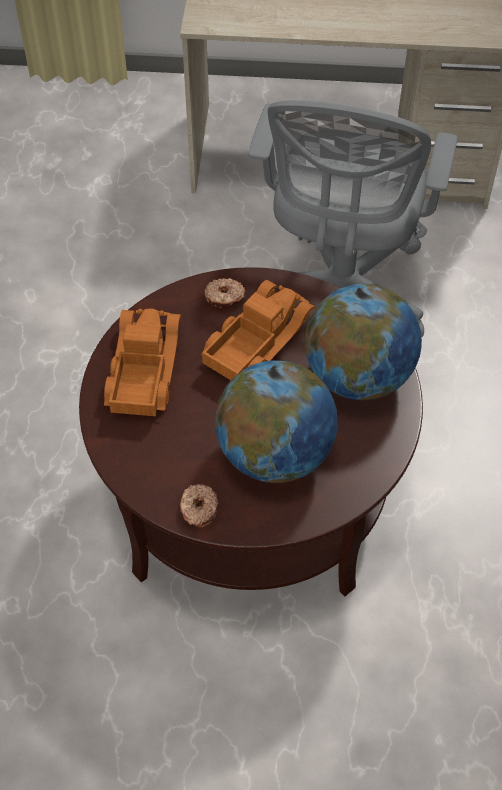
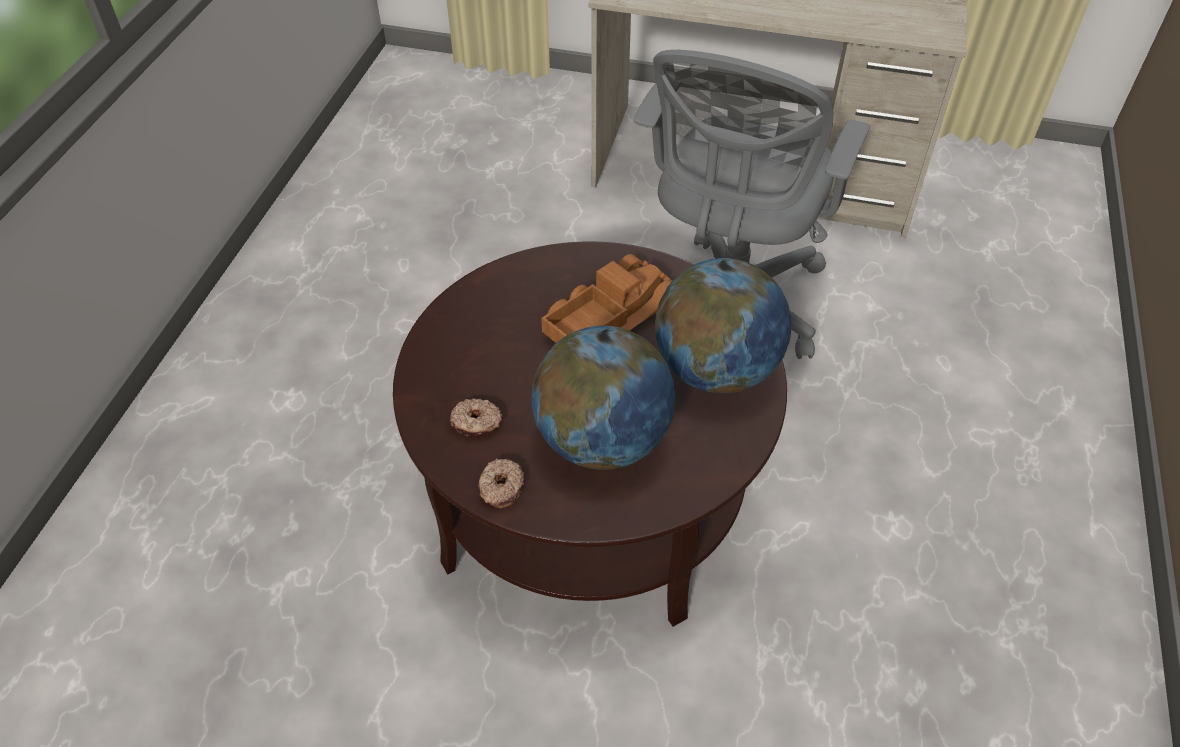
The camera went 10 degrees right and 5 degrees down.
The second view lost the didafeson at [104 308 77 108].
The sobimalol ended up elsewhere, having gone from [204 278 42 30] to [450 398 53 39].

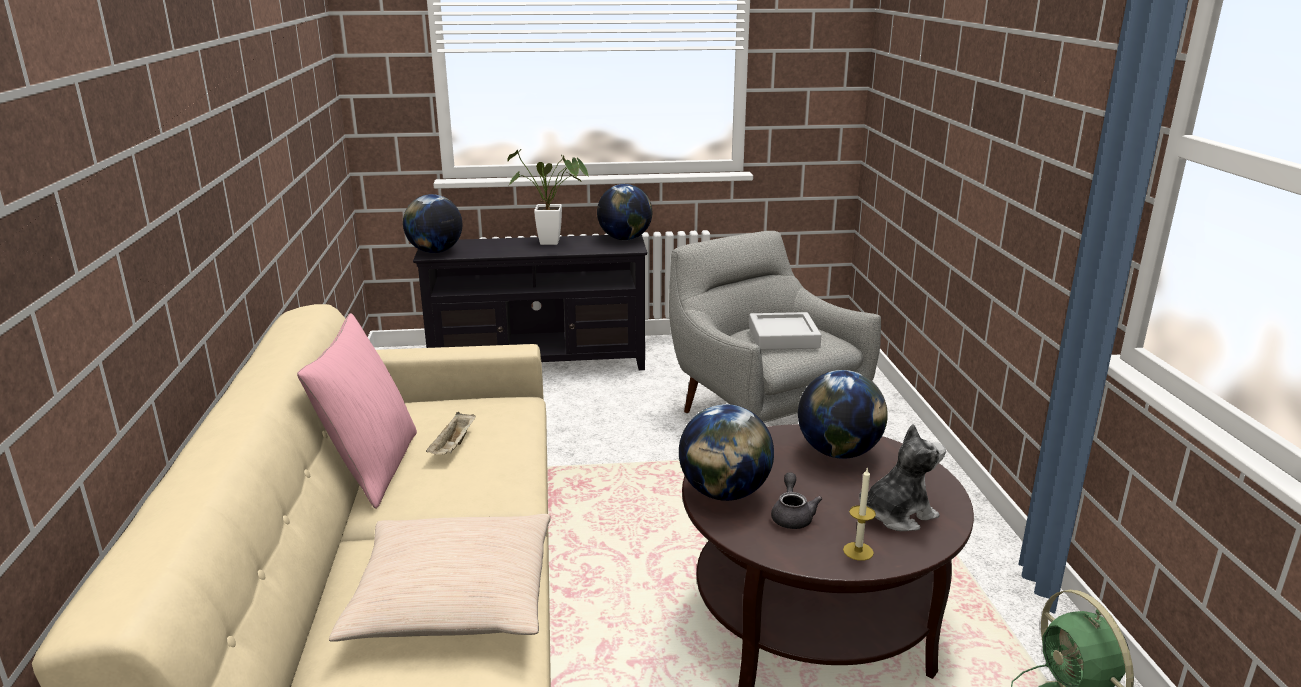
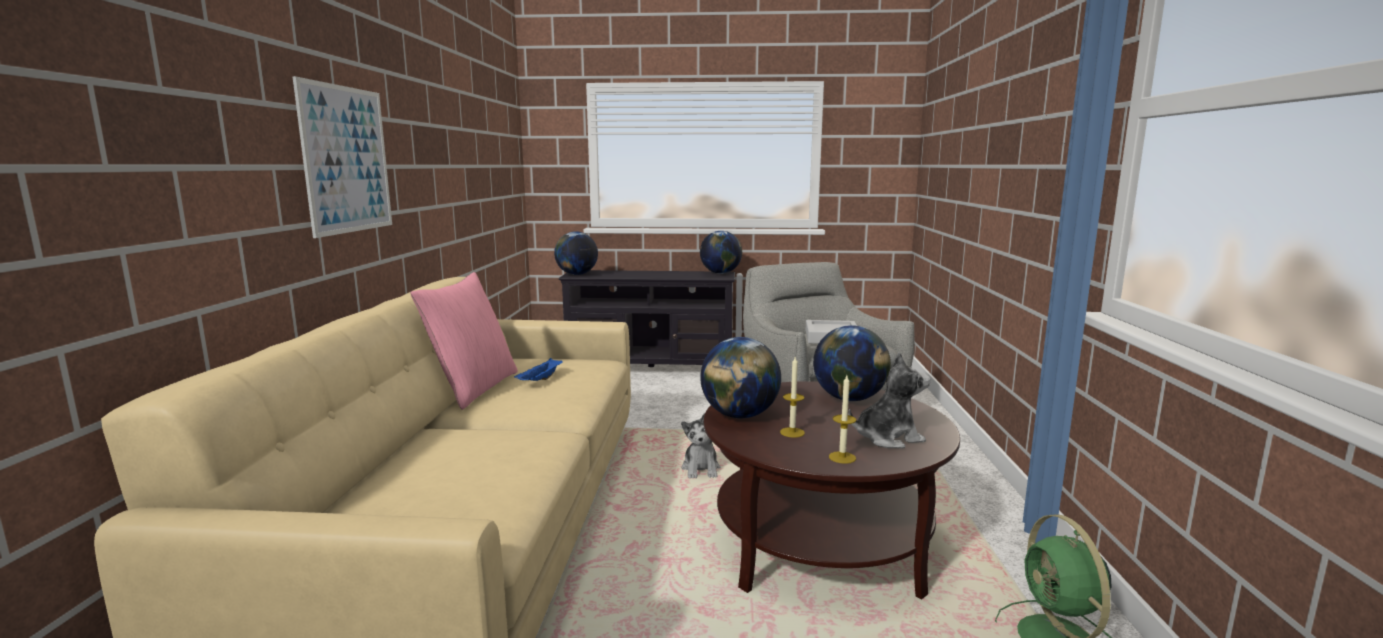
The camera went 10 degrees right and 10 degrees down.
The second view lost the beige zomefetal at [329 514 222 128].
The second view lost the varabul at [507 149 82 96].
The second view gained the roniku at [292 76 100 162].
The second view gained the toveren at [681 413 39 65].
Where the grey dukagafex stood at [771 472 52 57], the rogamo came to stand at [780 357 25 81].
What was the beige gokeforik at [426 412 50 43] turned into the blue gokeforik at [514 358 49 23].

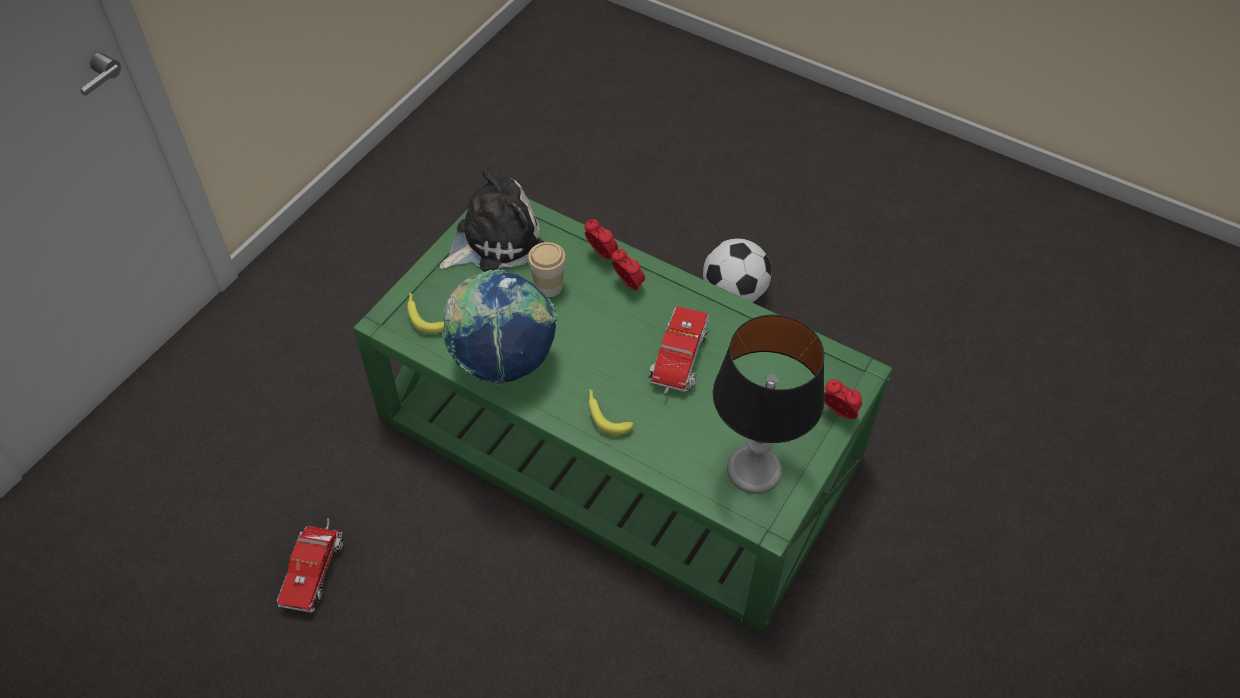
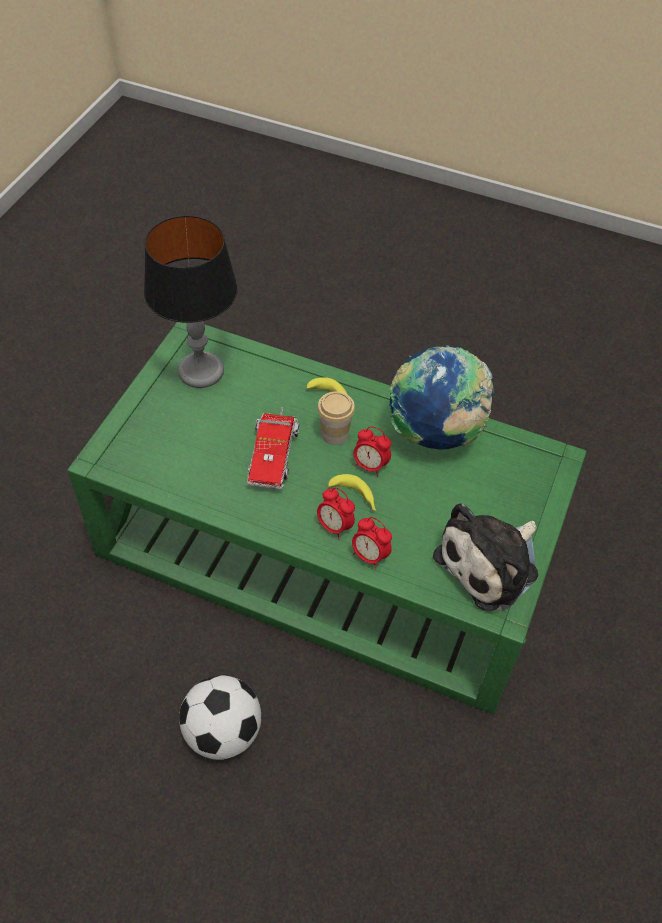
The camera went 170 degrees right and 0 degrees up.
The second view lost the didafeson at [277 518 66 95].
The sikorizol ended up elsewhere, having gone from [407 293 37 41] to [328 474 48 37].
The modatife ended up elsewhere, having gone from [528 242 38 55] to [317 391 38 54].
The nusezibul ended up elsewhere, having gone from [824 379 38 40] to [353 426 38 51].

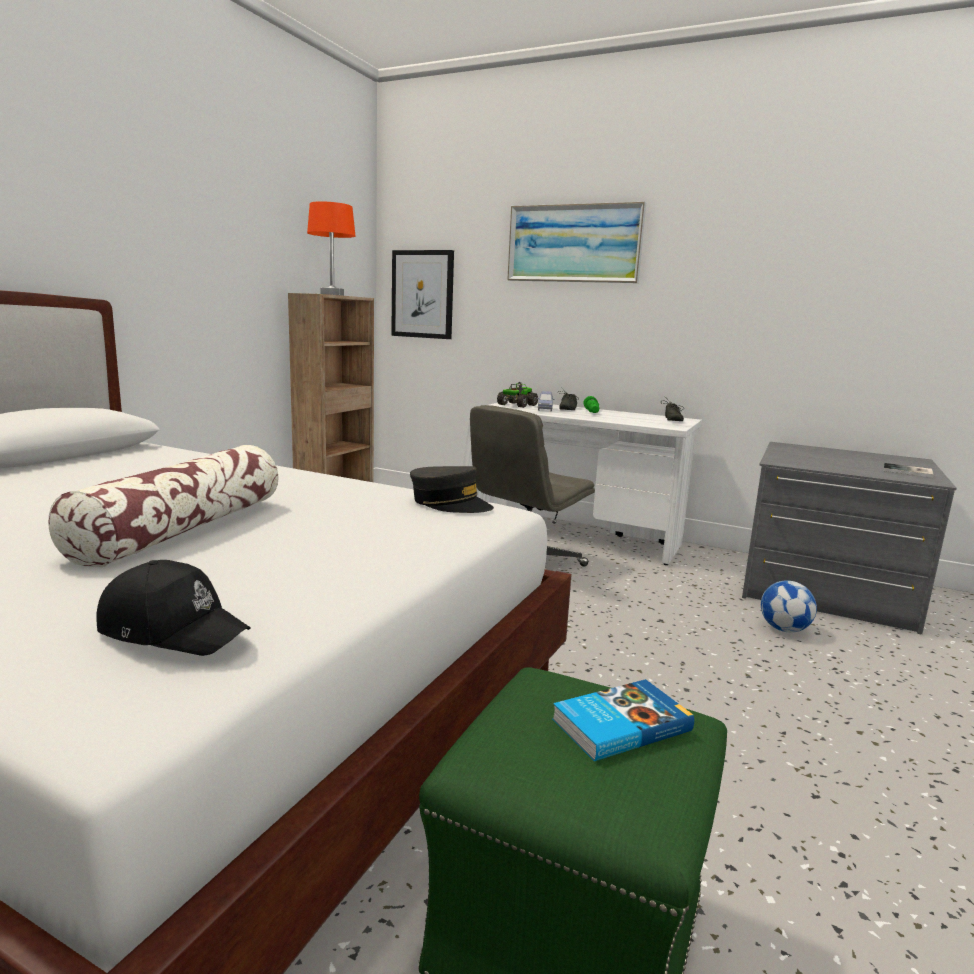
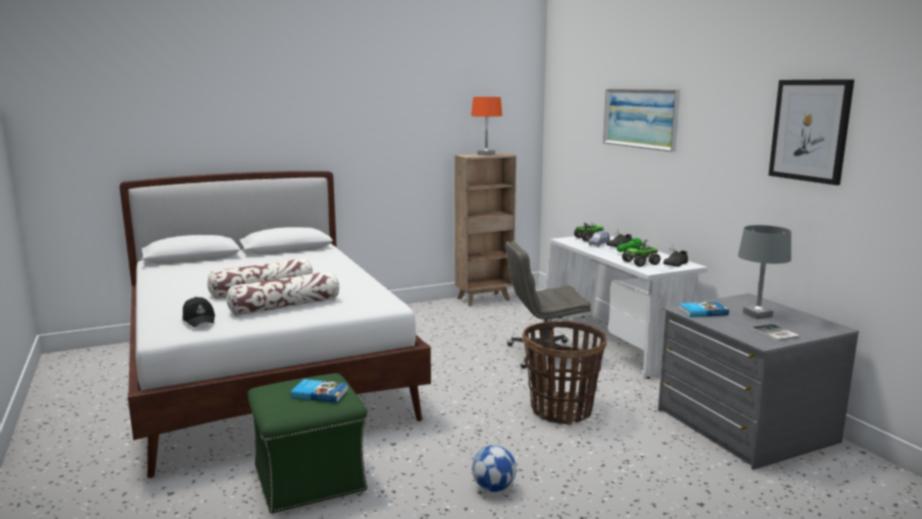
The camera went 40 degrees right and 0 degrees up.
The second view lost the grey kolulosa at [410 466 84 47].
The second view gained the zomefetal at [226 271 113 45].
The second view gained the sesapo at [522 321 84 104].
The second view gained the didafeson at [622 240 39 27].
The second view gained the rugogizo at [678 302 51 15].
The second view gained the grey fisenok at [738 225 53 94].
The roniku ended up elsewhere, having gone from [391 250 63 89] to [768 79 86 106].
The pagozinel ended up elsewhere, having gone from [761 580 56 52] to [472 445 45 47].

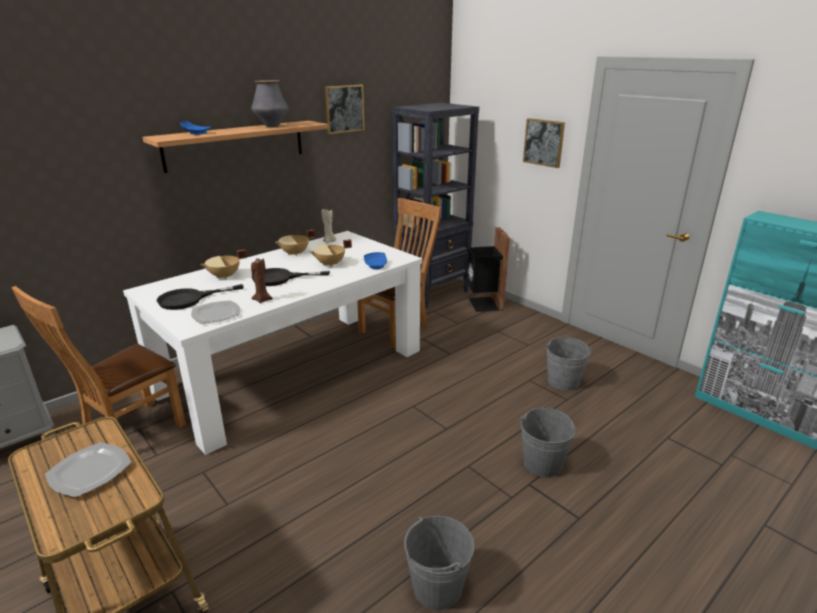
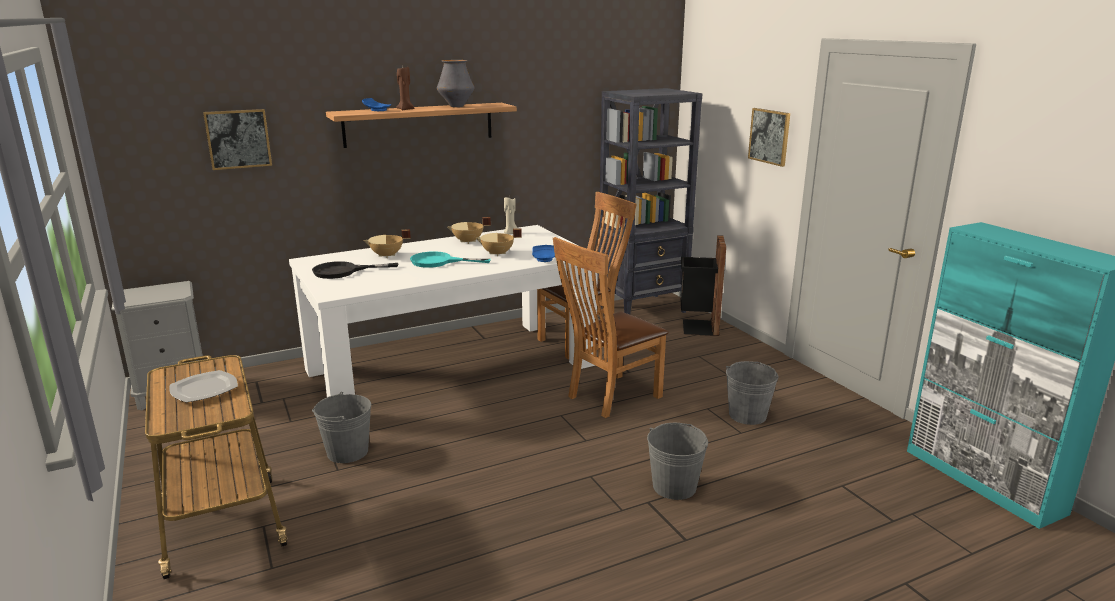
The camera went 15 degrees right and 5 degrees down.
The second view lost the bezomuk at [191 300 49 23].
The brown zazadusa ended up elsewhere, having gone from [11 286 175 154] to [553 237 116 181].
The brown rogamo ended up elsewhere, having gone from [251 258 22 45] to [396 67 18 43].
The roniku ended up elsewhere, having gone from [325 85 40 49] to [203 109 69 61].
The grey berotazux ended up elsewhere, having gone from [404 516 71 94] to [312 392 59 71].
What was the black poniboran at [252 268 78 18] turned into the turquoise poniboran at [410 251 81 17].

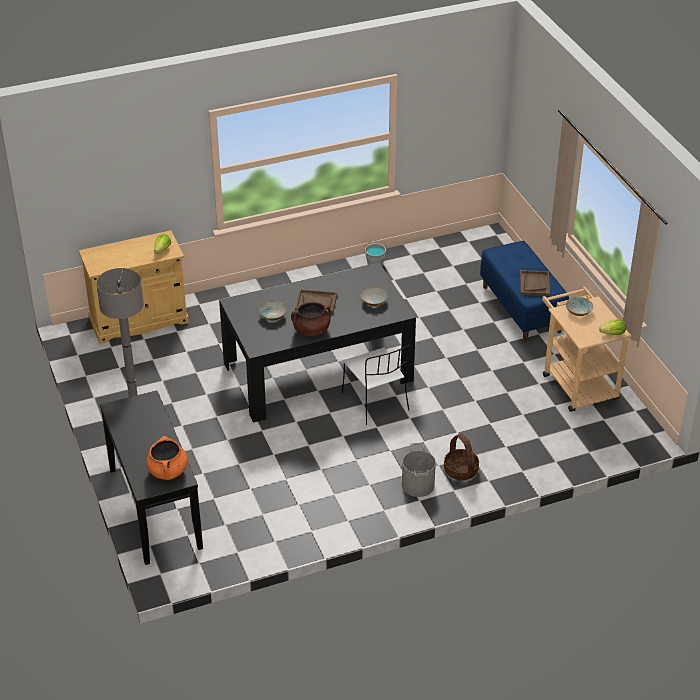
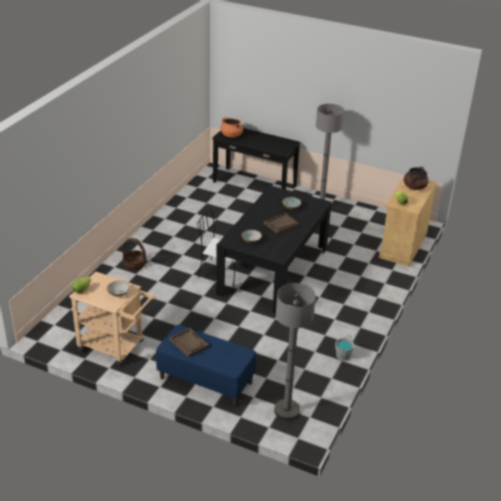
The camera went 135 degrees right and 5 degrees down.
The second view lost the grey berotazux at [402 443 34 54].
The second view gained the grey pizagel at [274 283 42 137].
The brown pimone ended up elsewhere, having gone from [291 302 40 34] to [404 167 25 23].

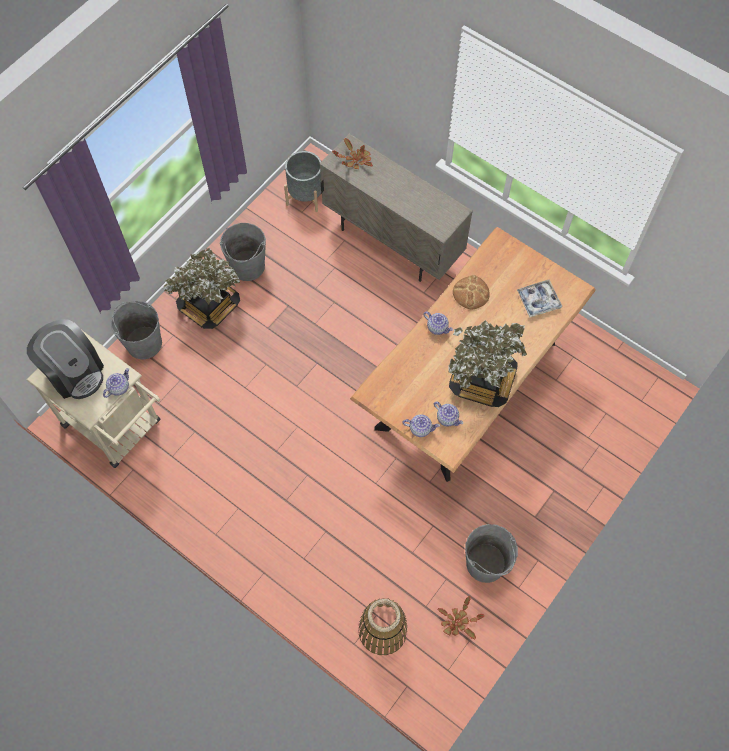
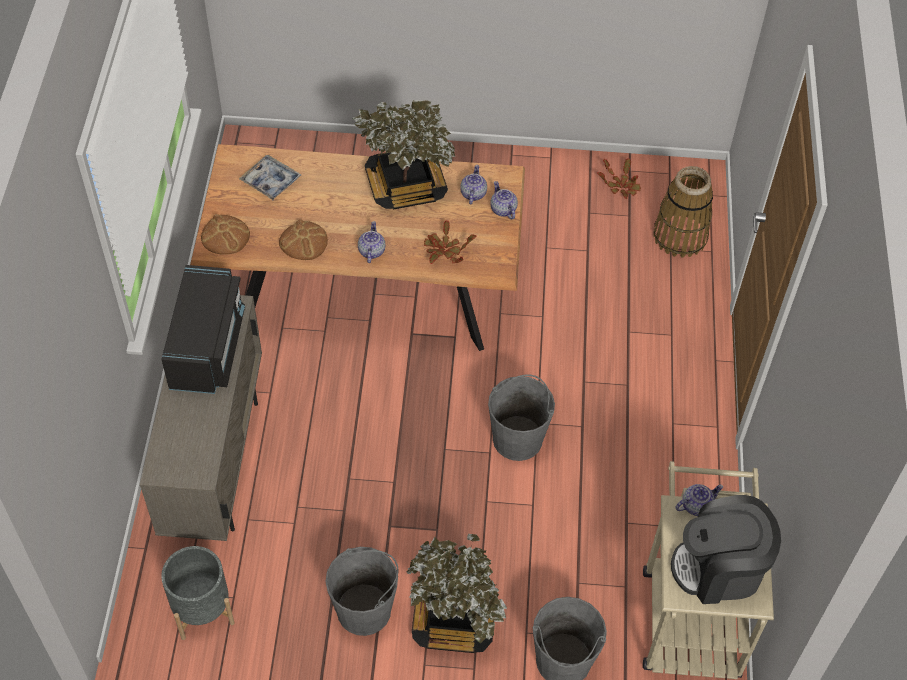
The camera went 125 degrees left and 10 degrees down.
The second view gained the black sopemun at [161 265 84 129].
The second view gained the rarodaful at [201 214 49 41].
The varabul ended up elsewhere, having gone from [332 138 41 31] to [424 220 52 44].
The grey berotazux ended up elsewhere, having gone from [465 524 53 59] to [488 375 67 86].
The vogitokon at [27 319 77 80] ended up facing another way, 105 degrees counterclockwise from before.
The dukagafex at [103 368 26 30] ended up facing another way, 150 degrees clockwise from before.

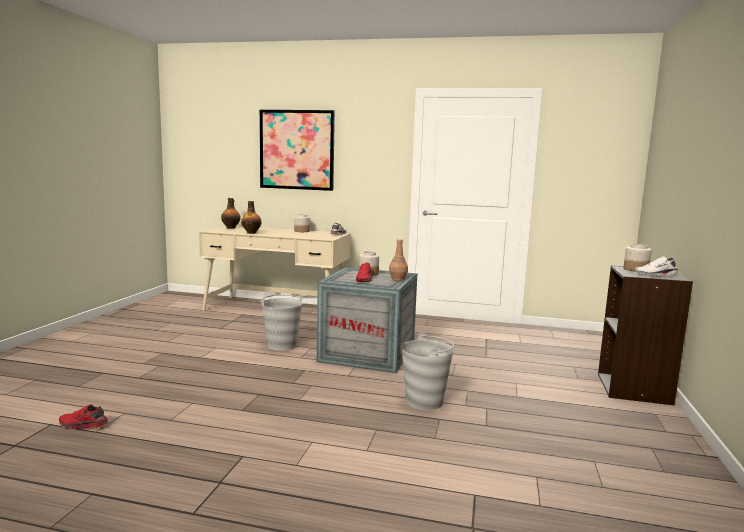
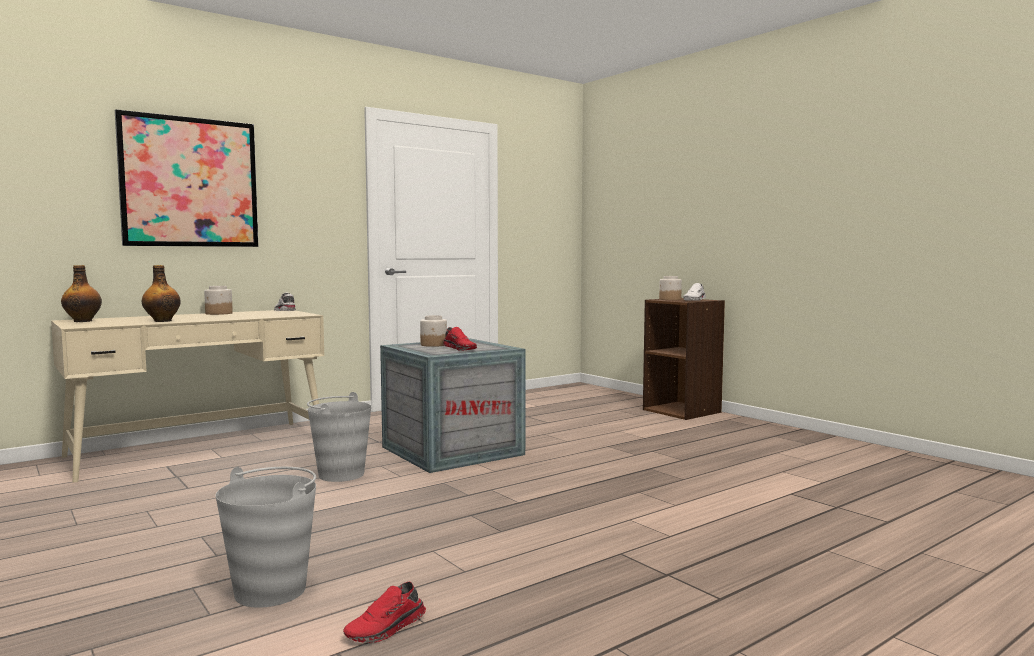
The camera went 50 degrees left and 5 degrees down.
The second view lost the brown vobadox at [389 239 19 42].
The grey berotazux ended up elsewhere, having gone from [402 332 52 78] to [216 467 100 141].
What was the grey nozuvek at [598 265 95 141] turned into the brown nozuvek at [643 298 82 122].

